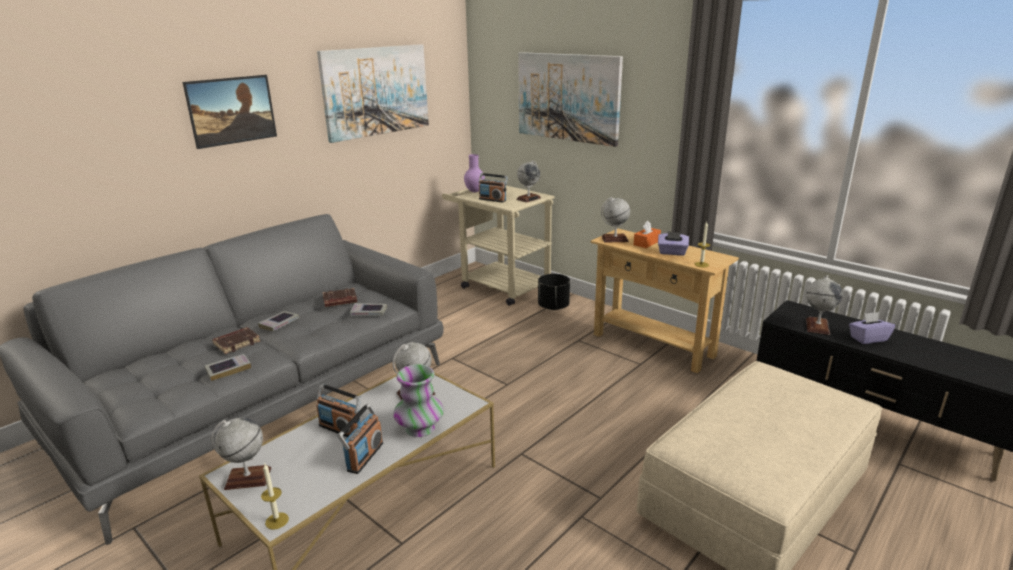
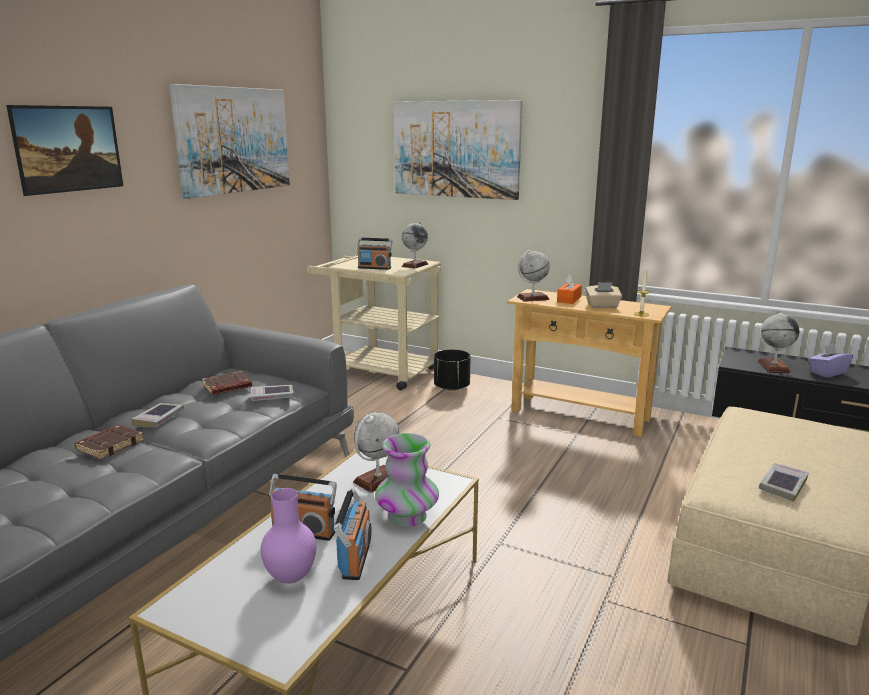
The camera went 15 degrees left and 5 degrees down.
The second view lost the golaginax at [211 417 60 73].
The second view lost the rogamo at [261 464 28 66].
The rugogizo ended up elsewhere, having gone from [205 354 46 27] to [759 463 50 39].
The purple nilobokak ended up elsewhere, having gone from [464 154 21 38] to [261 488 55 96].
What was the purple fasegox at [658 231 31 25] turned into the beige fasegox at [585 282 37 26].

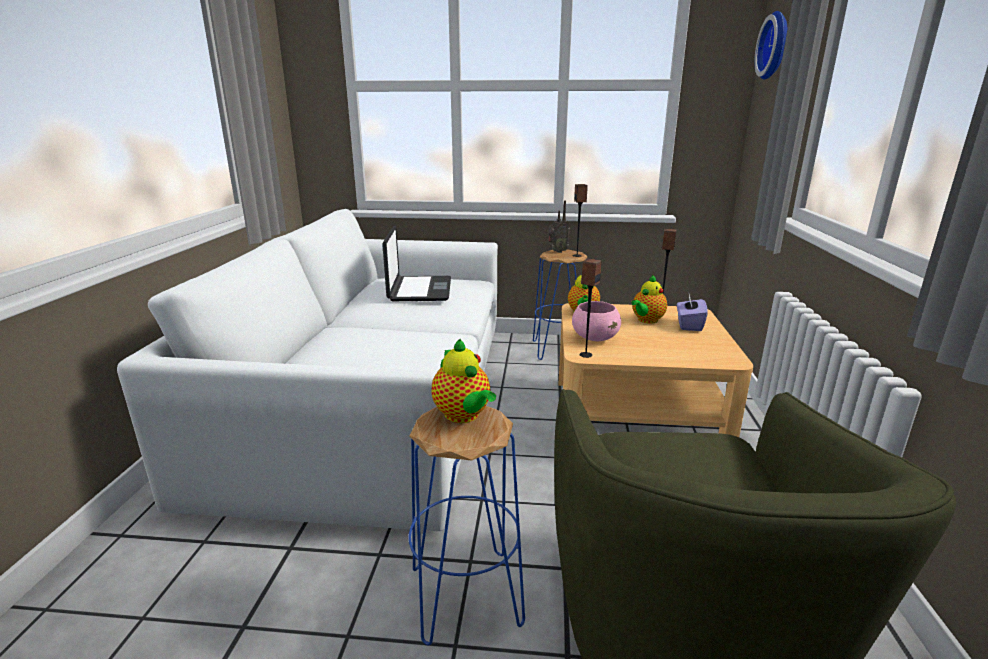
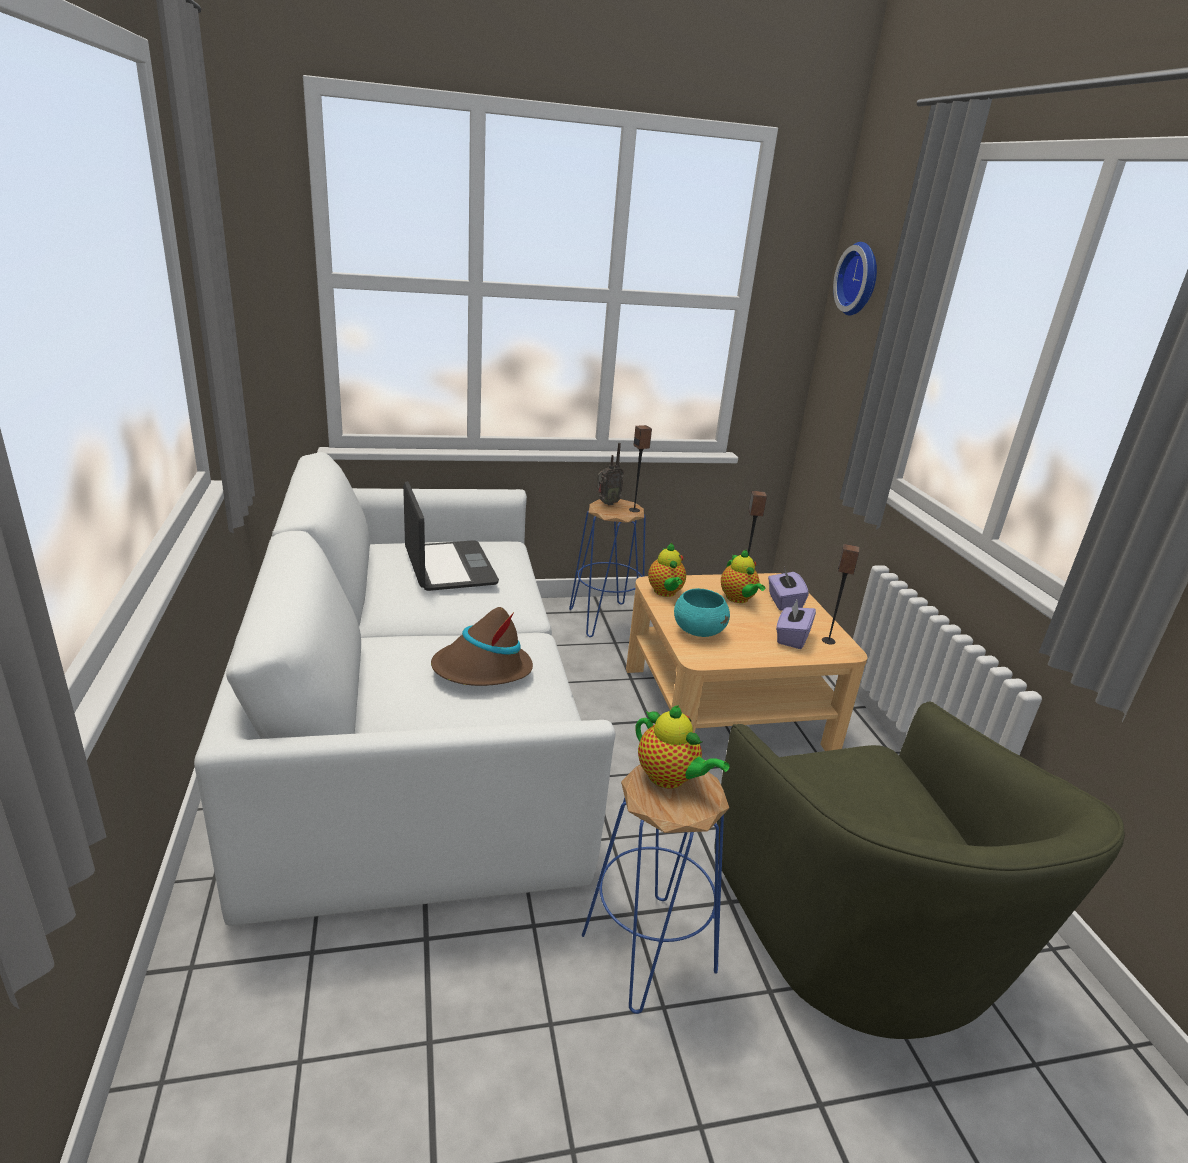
The camera went 20 degrees left and 5 degrees up.
The second view gained the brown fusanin at [431 607 102 79].
The second view gained the purple fasegox at [776 600 40 49].
The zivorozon ended up elsewhere, having gone from [580 258 22 100] to [822 544 37 100].
What was the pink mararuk at [572 301 49 40] turned into the turquoise mararuk at [674 588 56 49].
The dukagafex at [631 274 36 50] ended up facing another way, 45 degrees counterclockwise from before.

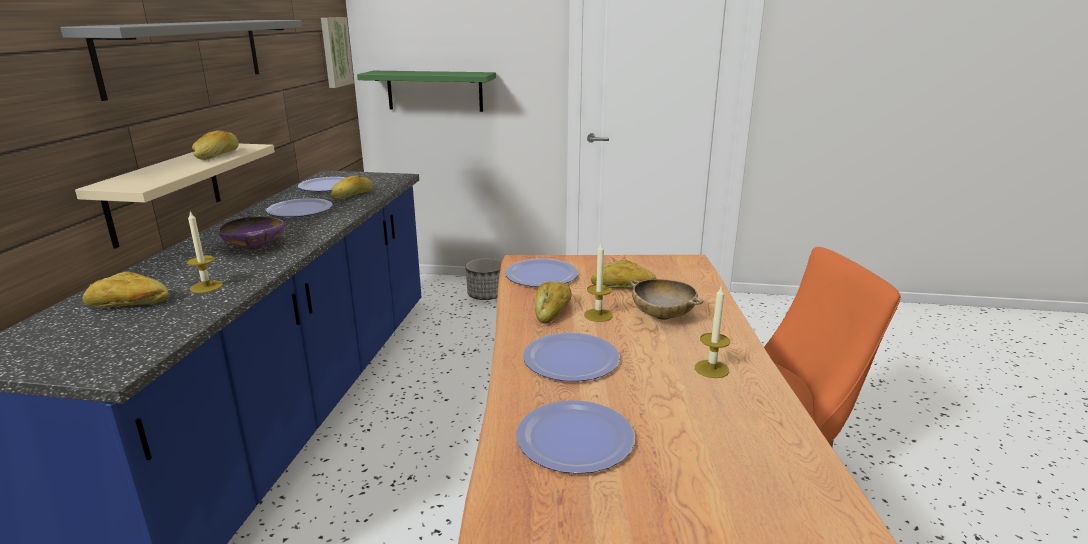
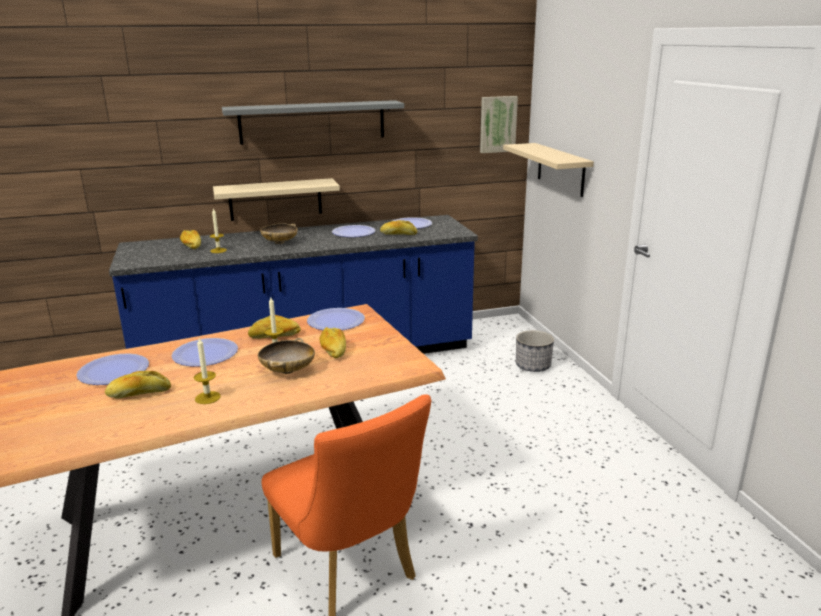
The camera went 65 degrees right and 0 degrees up.
The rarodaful ended up elsewhere, having gone from [192 130 47 30] to [105 371 66 28].
What was the purple mararuk at [218 215 67 35] turned into the beige mararuk at [260 223 38 21].
What was the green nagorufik at [357 71 139 41] turned into the beige nagorufik at [503 143 91 54].

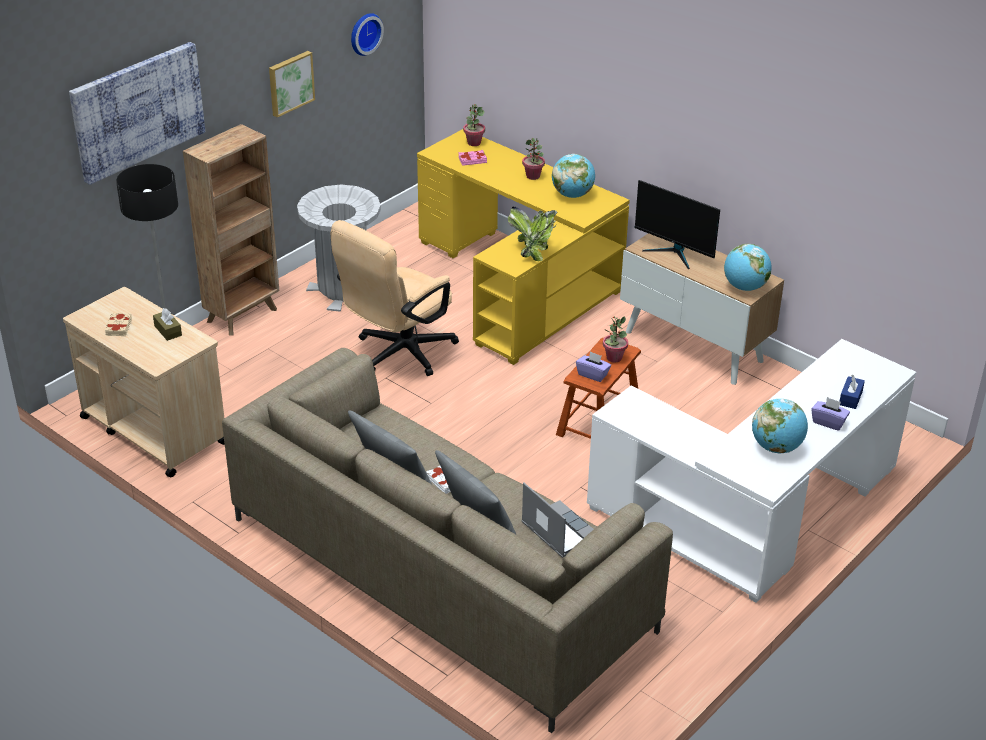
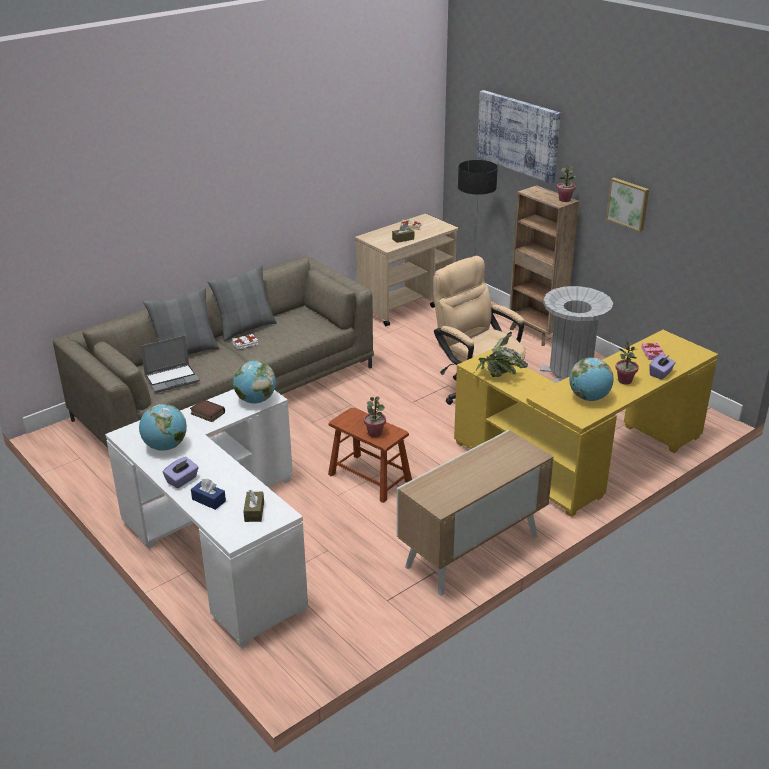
The camera went 100 degrees right and 5 degrees down.
The second view lost the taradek at [351 13 33 43].
The second view lost the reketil at [635 180 85 89].
The second view gained the rugogizo at [190 399 35 23].
The second view gained the brown fasegox at [243 490 21 32].
The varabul ended up elsewhere, having gone from [463 104 22 42] to [556 166 20 36].
The purple fasegox ended up elsewhere, having gone from [576 351 35 31] to [649 354 27 26].
The golaginax ended up elsewhere, having gone from [724 244 47 47] to [233 360 43 43].

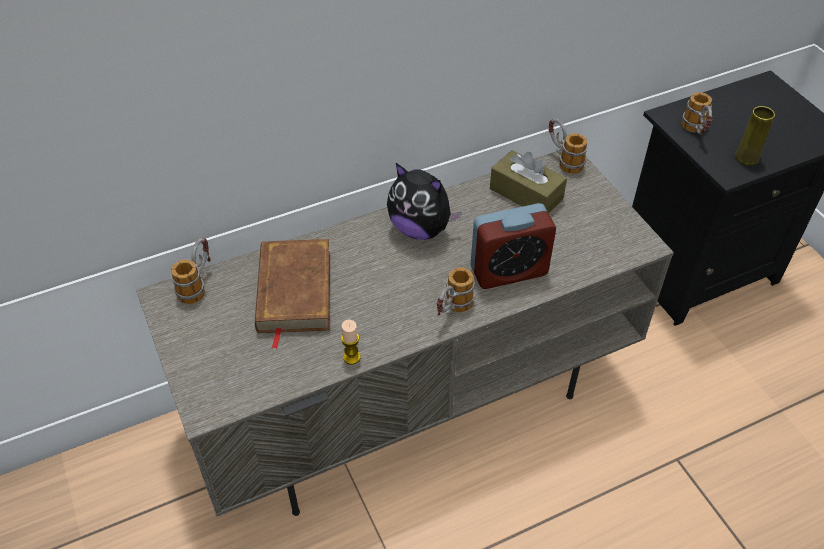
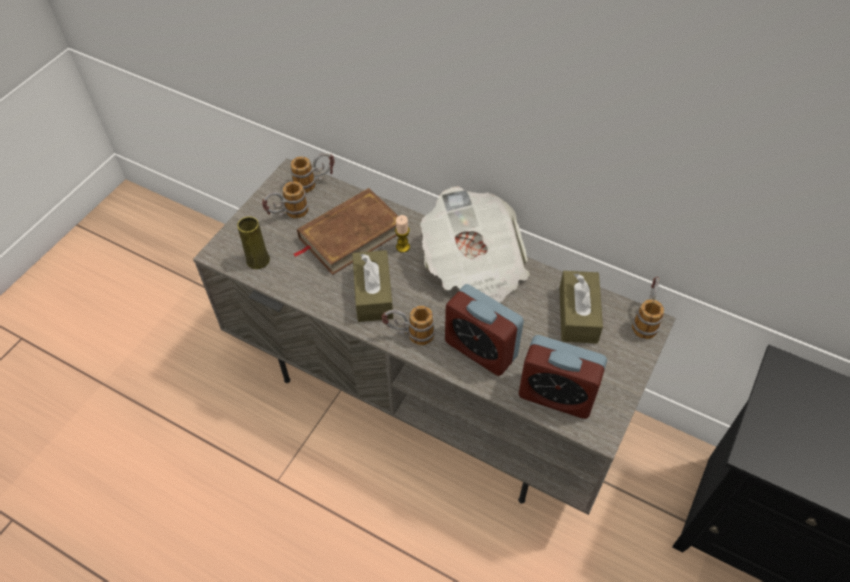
The camera went 55 degrees right and 5 degrees up.
The second view gained the brown fasegox at [352 250 41 72].
The second view gained the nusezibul at [519 335 88 84].
The rogamo ended up elsewhere, having gone from [341 320 20 45] to [395 215 15 38].
The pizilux ended up elsewhere, having gone from [681 92 32 43] to [262 181 46 37].
The yellow nilobokak ended up elsewhere, having gone from [735 106 40 59] to [237 216 33 53].
Where the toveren stood at [387 163 75 77], the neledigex came to stand at [420 186 110 117].

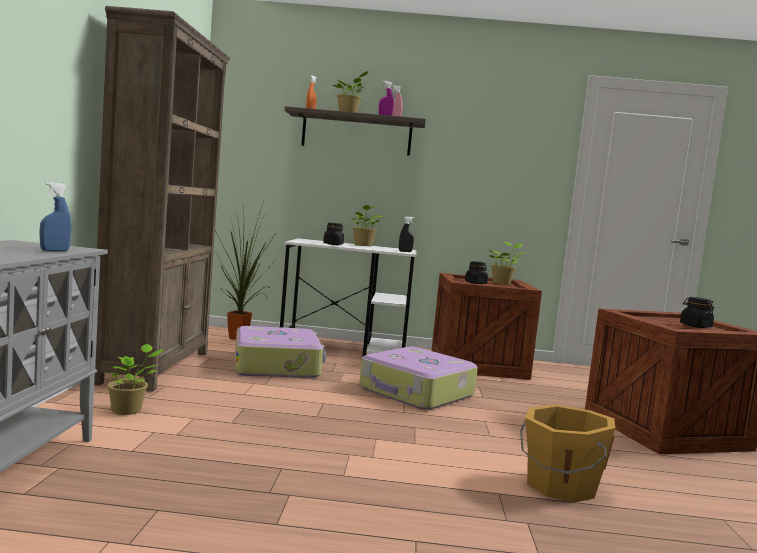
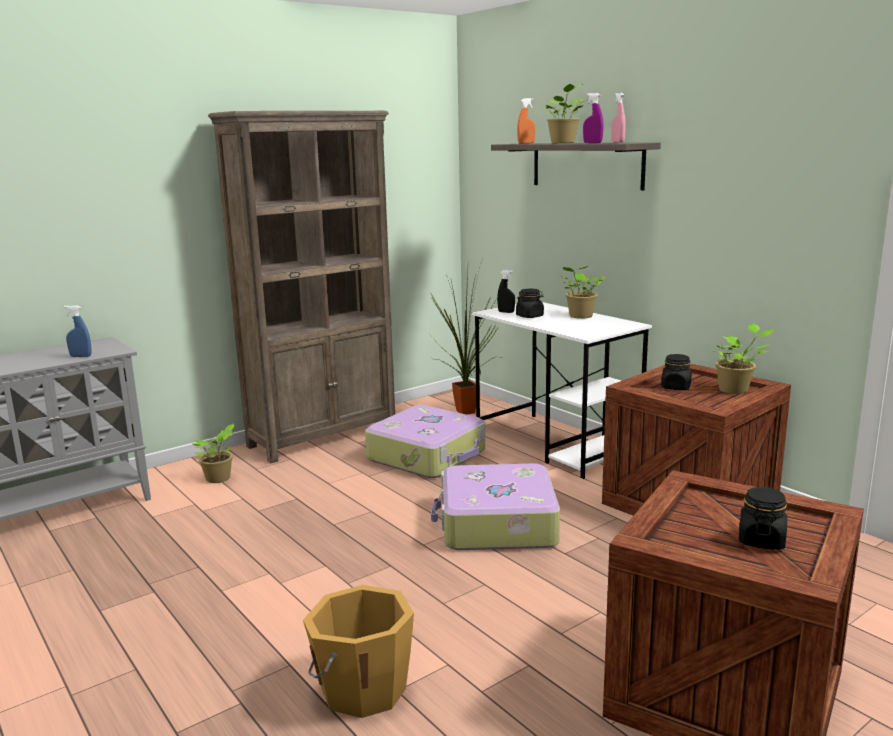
The camera went 50 degrees right and 10 degrees up.
The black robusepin ended up elsewhere, having gone from [399 217 15 35] to [497 270 18 43].

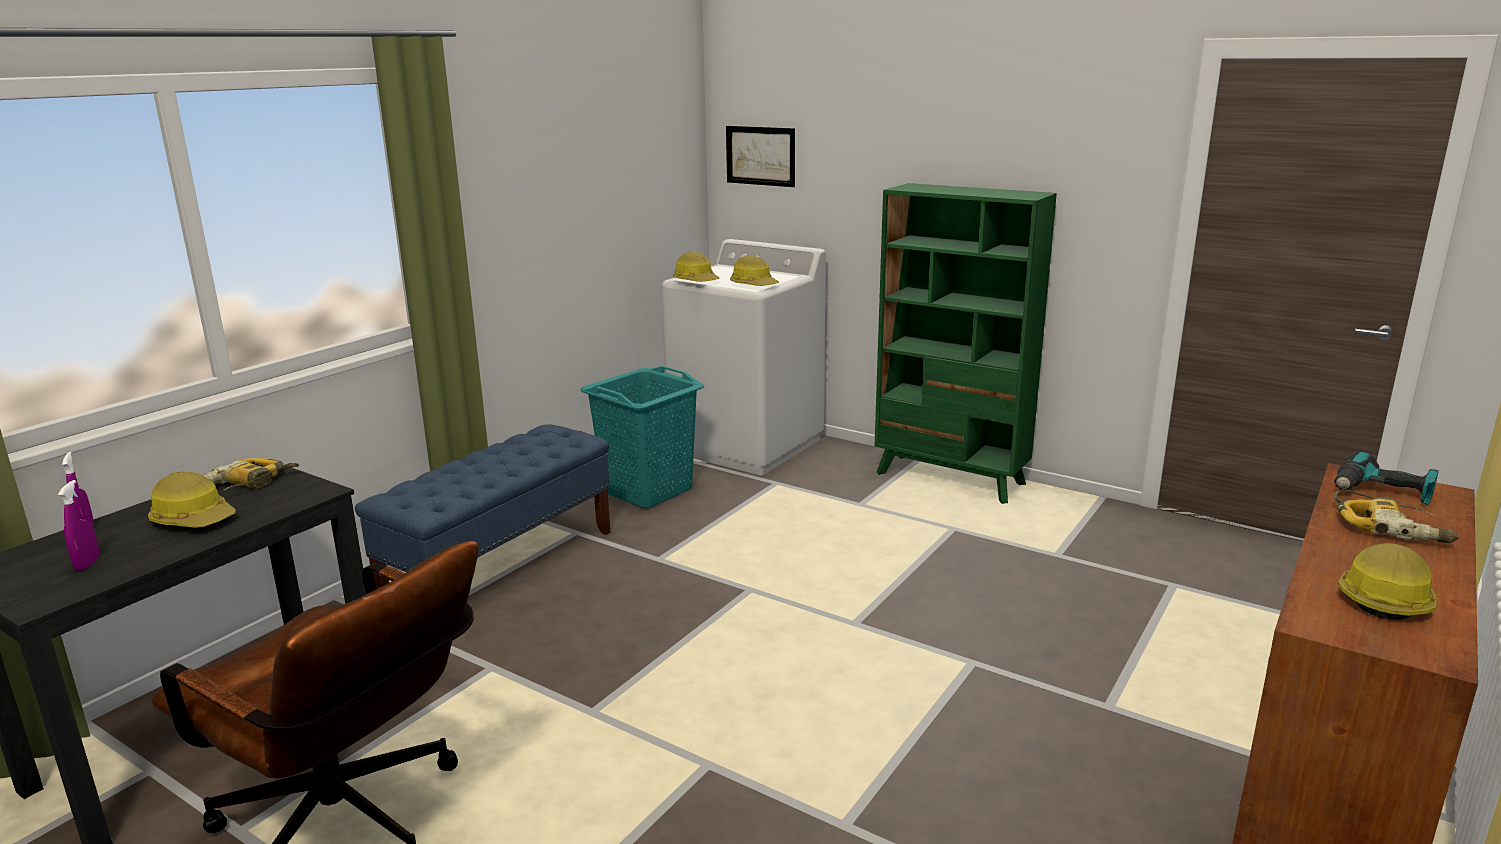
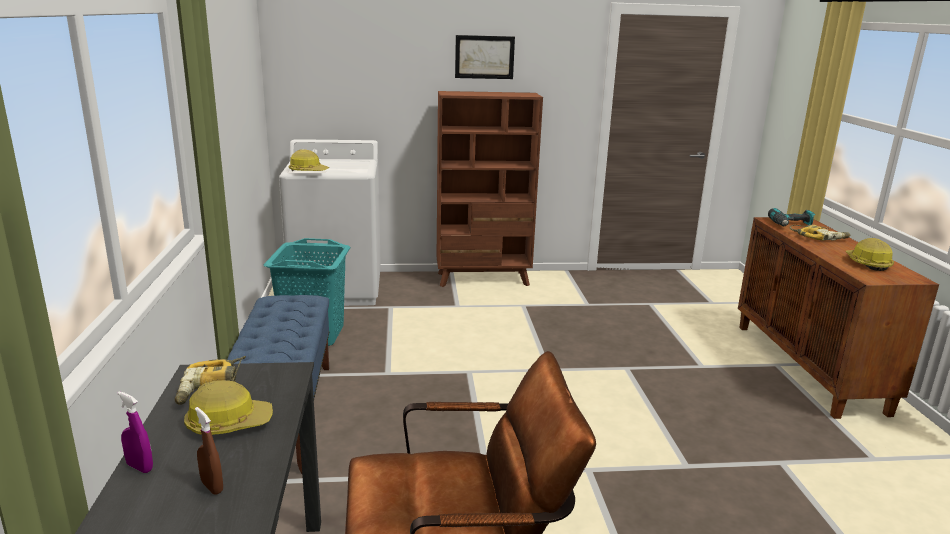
The camera went 40 degrees left and 0 degrees up.
The second view lost the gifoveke at [730 255 49 31].
The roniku ended up elsewhere, having gone from [726 126 69 61] to [455 35 60 44].
What was the purple robusepin at [58 480 41 91] turned into the brown robusepin at [195 407 28 88].
What was the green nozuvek at [875 183 182 321] turned into the brown nozuvek at [437 91 106 196].

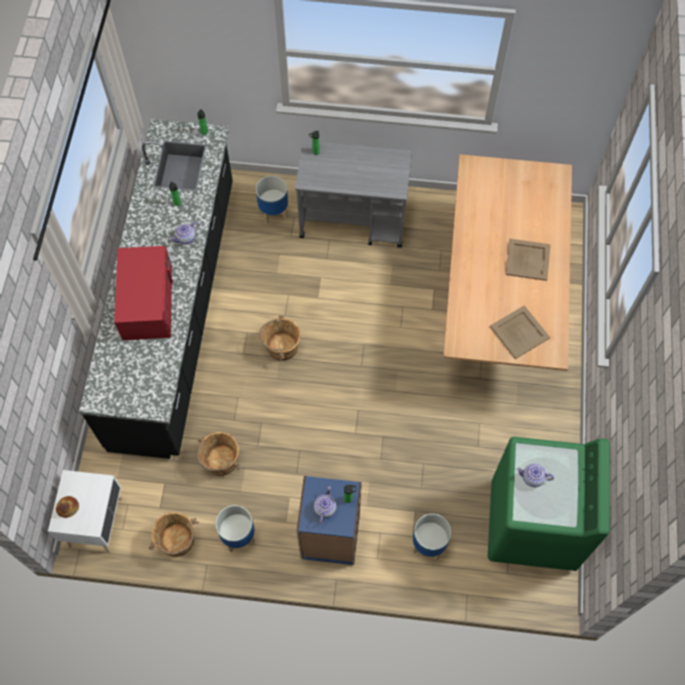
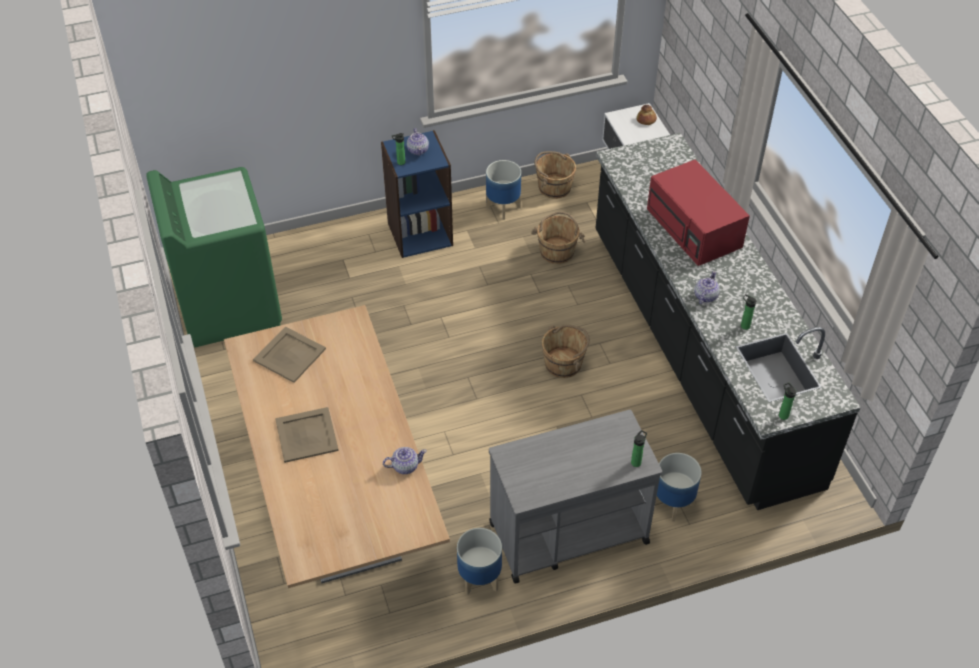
The camera went 155 degrees right and 15 degrees down.
The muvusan ended up elsewhere, having gone from [413 514 38 46] to [457 528 45 67].
The dukagafex ended up elsewhere, having gone from [517 463 37 24] to [383 447 44 27].

